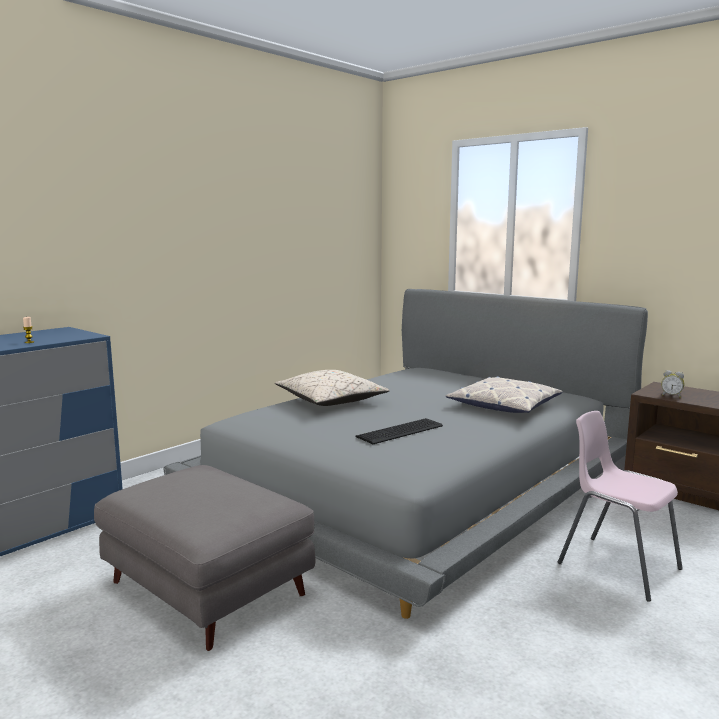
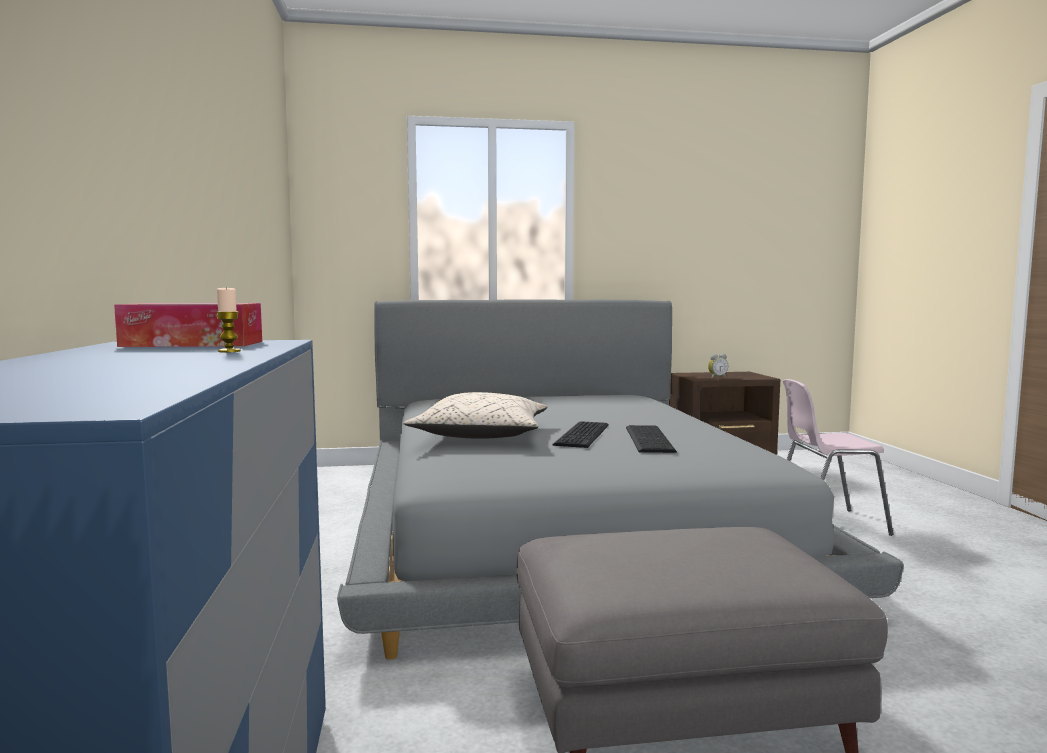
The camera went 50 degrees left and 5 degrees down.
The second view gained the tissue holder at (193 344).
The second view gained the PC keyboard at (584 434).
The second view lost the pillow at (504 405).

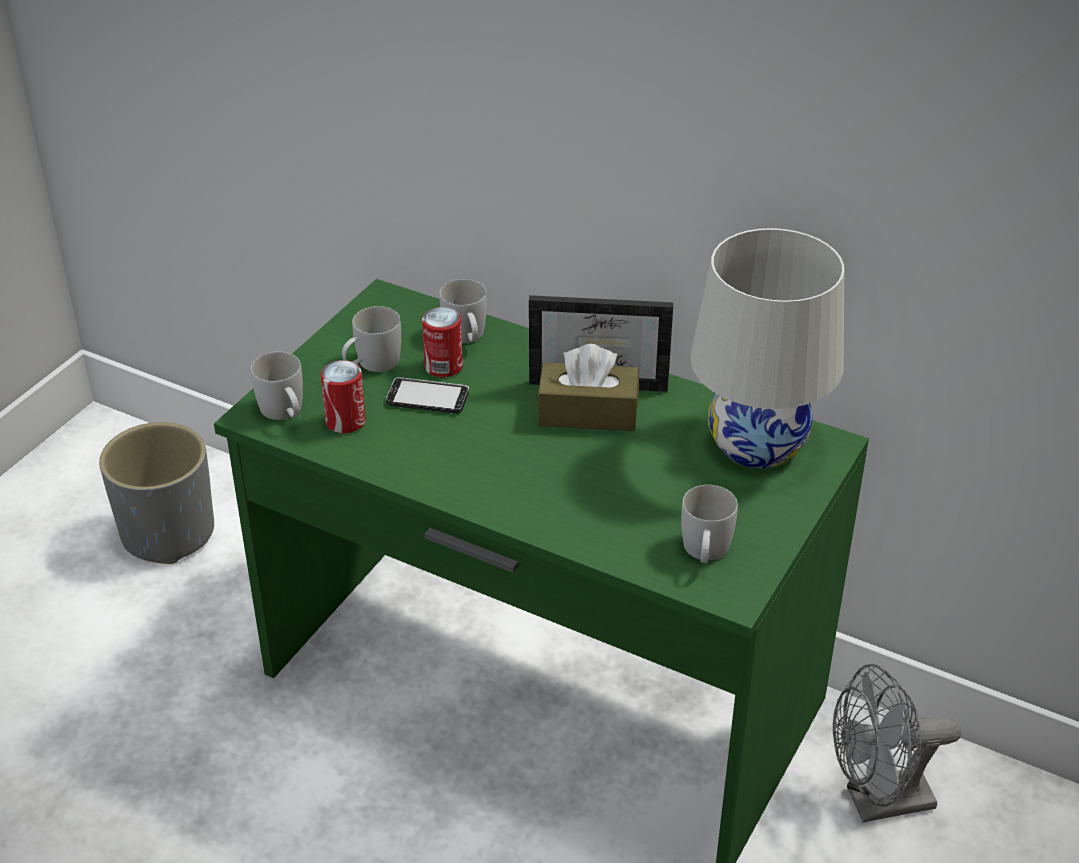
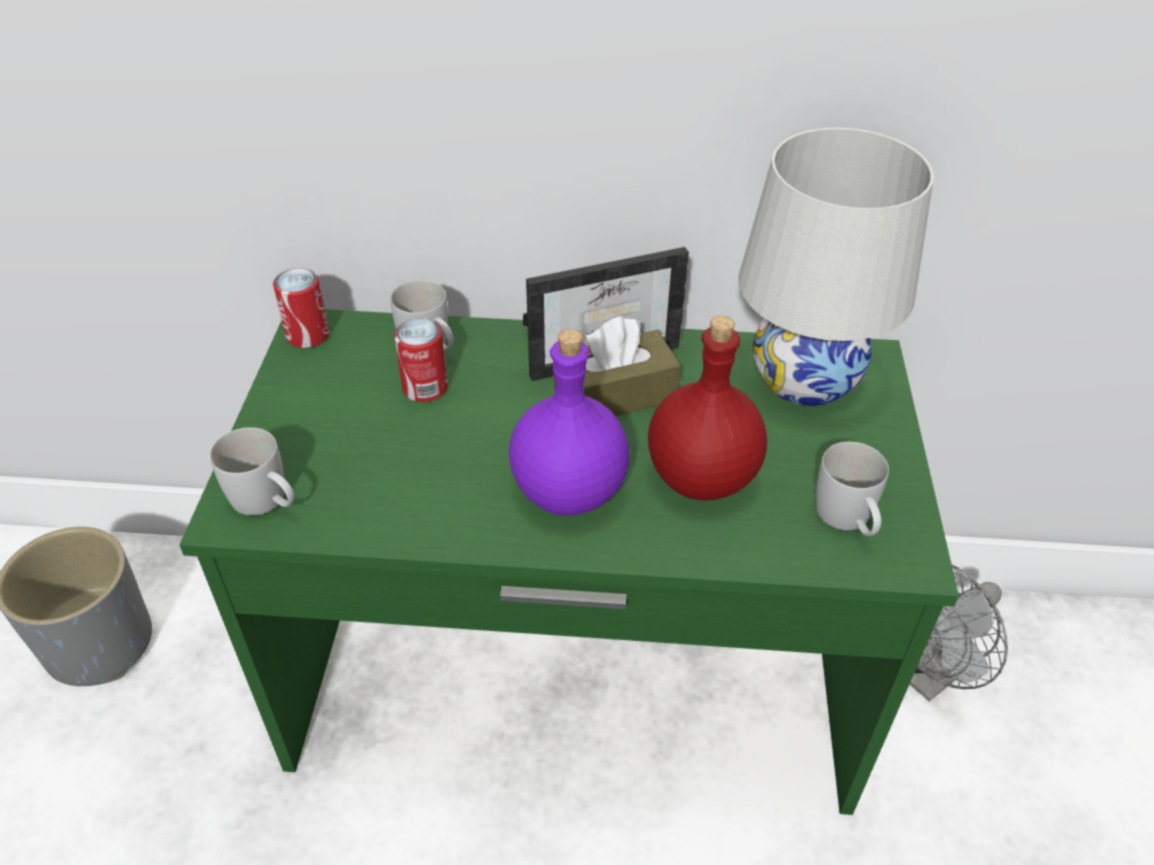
The camera went 25 degrees left and 5 degrees up.
The sealed can ended up elsewhere, having gone from (345 421) to (308 335).
The second view gained the purple-coloured bottle at (571 491).
The second view gained the red-coloured bottle at (701 476).
The second view lost the white mug at (371 364).
The second view lost the telephone at (427 398).

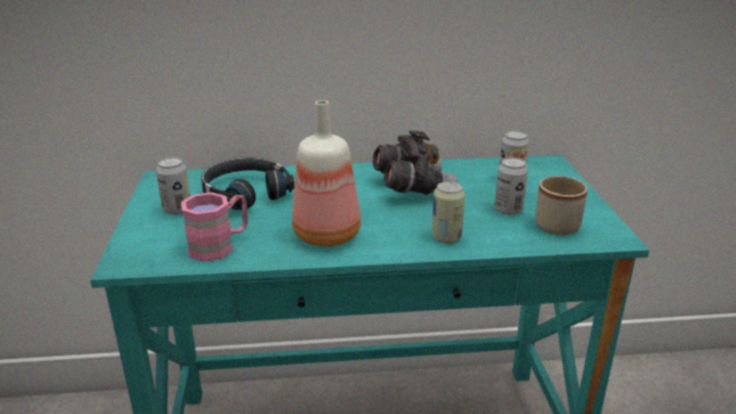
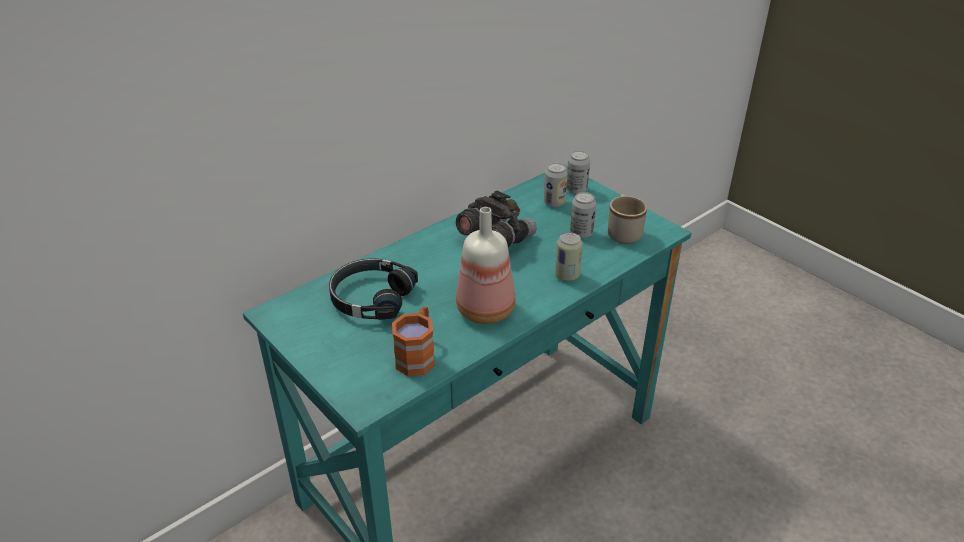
The camera went 35 degrees left and 10 degrees up.
What was the pink mug at (220 245) turned into the orange-coloured mug at (417 355).
The sealed can ended up elsewhere, having gone from (177 209) to (576 190).

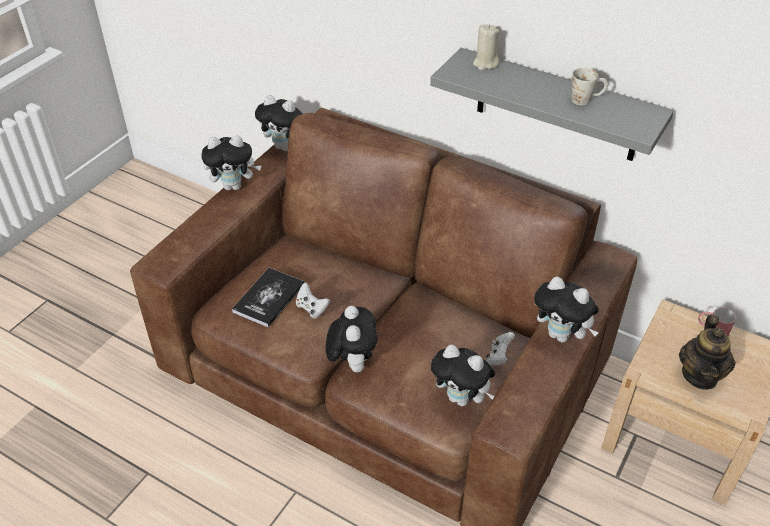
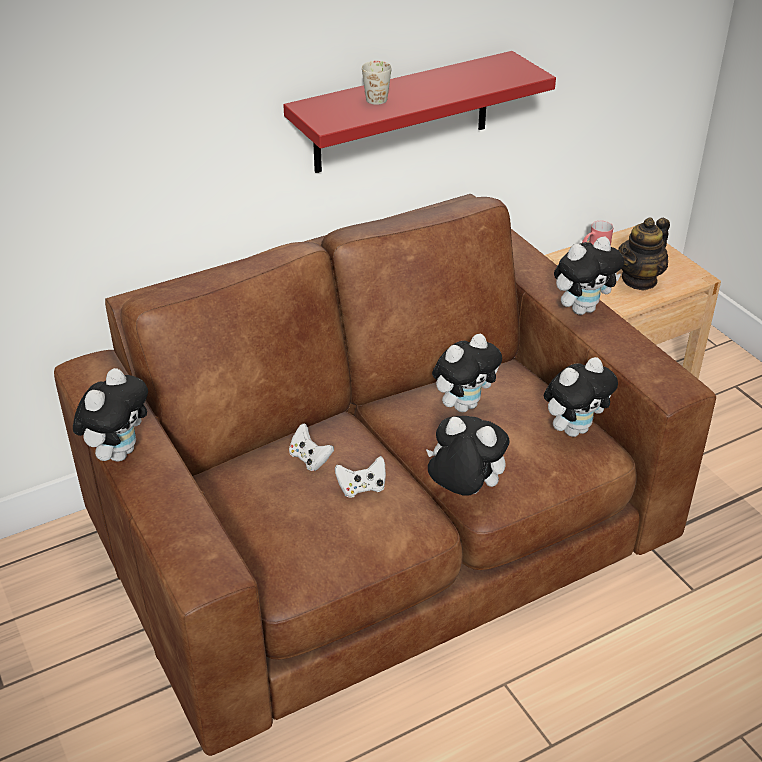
The camera went 60 degrees left and 5 degrees down.
What was the greyish wall shelf at (557 106) turned into the red-coloured wall shelf at (402 113).
The white joypad ended up elsewhere, having gone from (498 356) to (310 459).
The white mug ended up elsewhere, having gone from (586 100) to (379 97).
The soft toy ended up elsewhere, having gone from (286 147) to (464 405).
The pot for tea at (700 375) ended up facing another way, 90 degrees clockwise from before.
The second view lost the bound book at (269 298).
The second view lost the beige-coloured candle at (485 63).

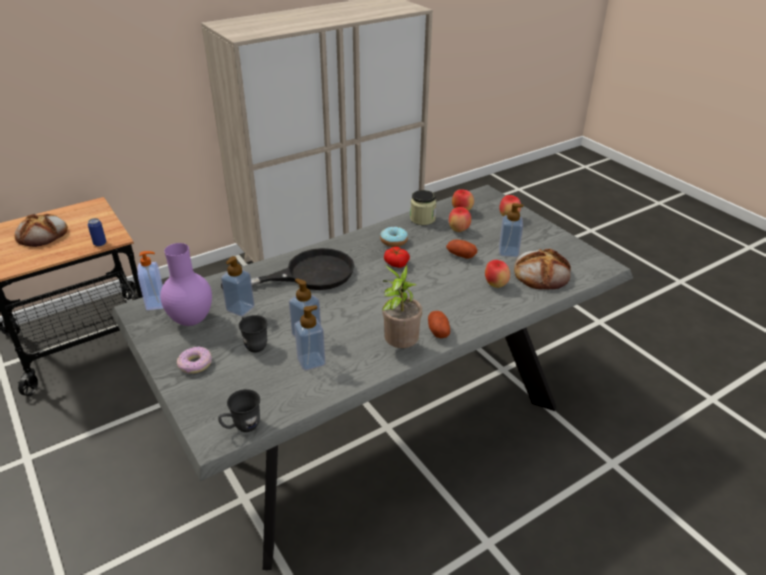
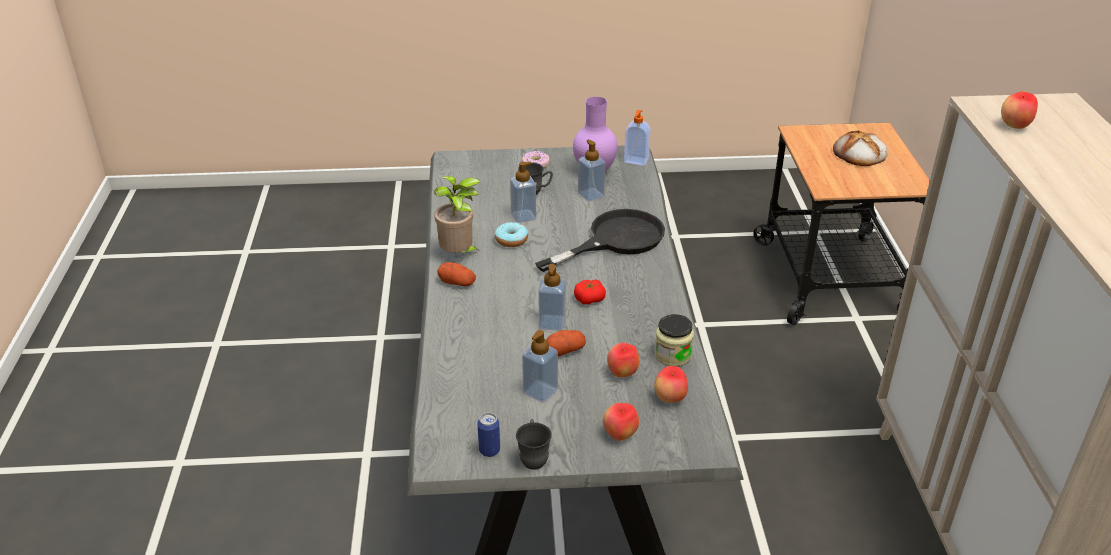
The camera went 120 degrees right and 0 degrees up.
The sealed can ended up elsewhere, having gone from (100 243) to (489 450).
The donut ended up elsewhere, having gone from (394 241) to (511 240).
The greyish mug ended up elsewhere, having gone from (242 427) to (533 456).
The black-coloured skillet at (307 275) ended up facing another way, 135 degrees counterclockwise from before.
The soap dispenser ended up elsewhere, having gone from (311 361) to (552 323).
The apple fruit ended up elsewhere, having gone from (496 285) to (1014 126).
The second view lost the baked bread at (542 273).

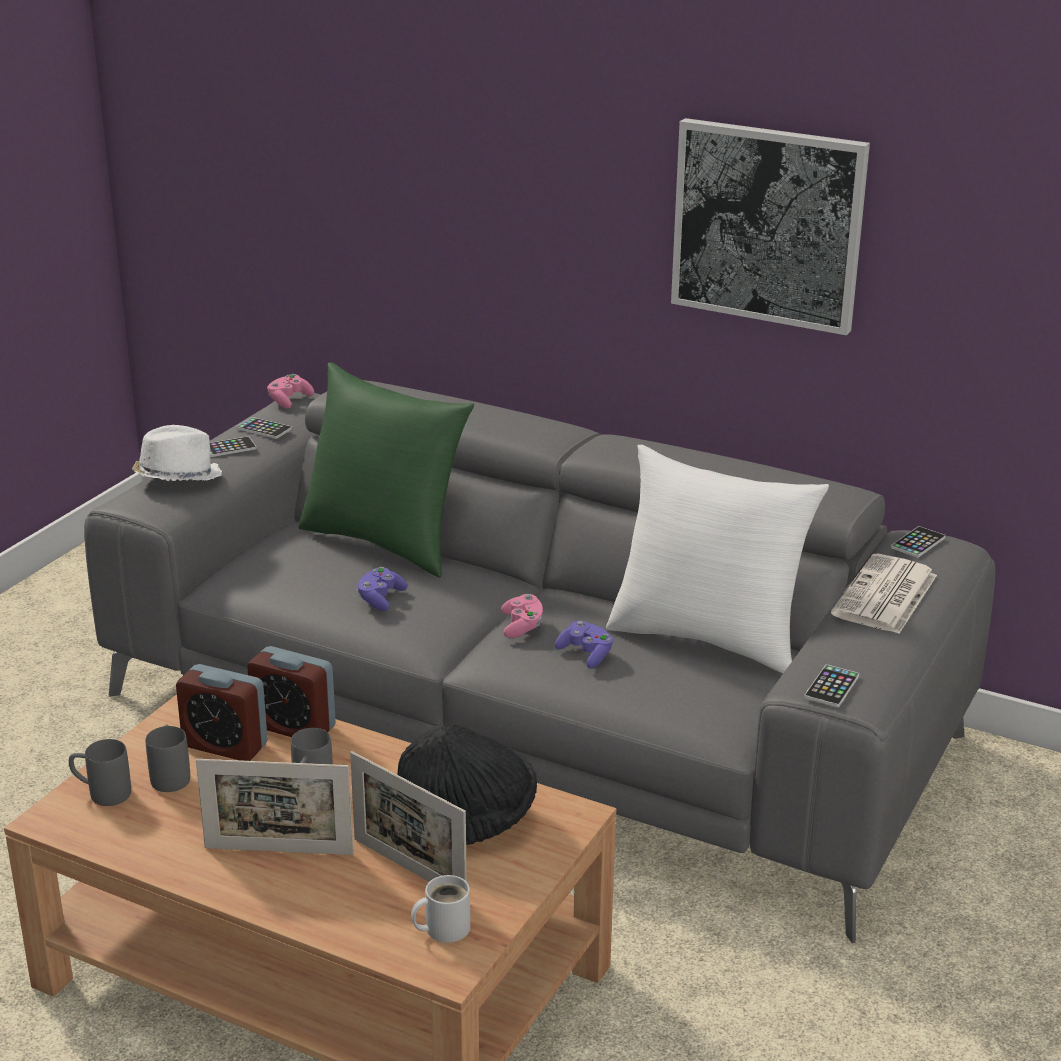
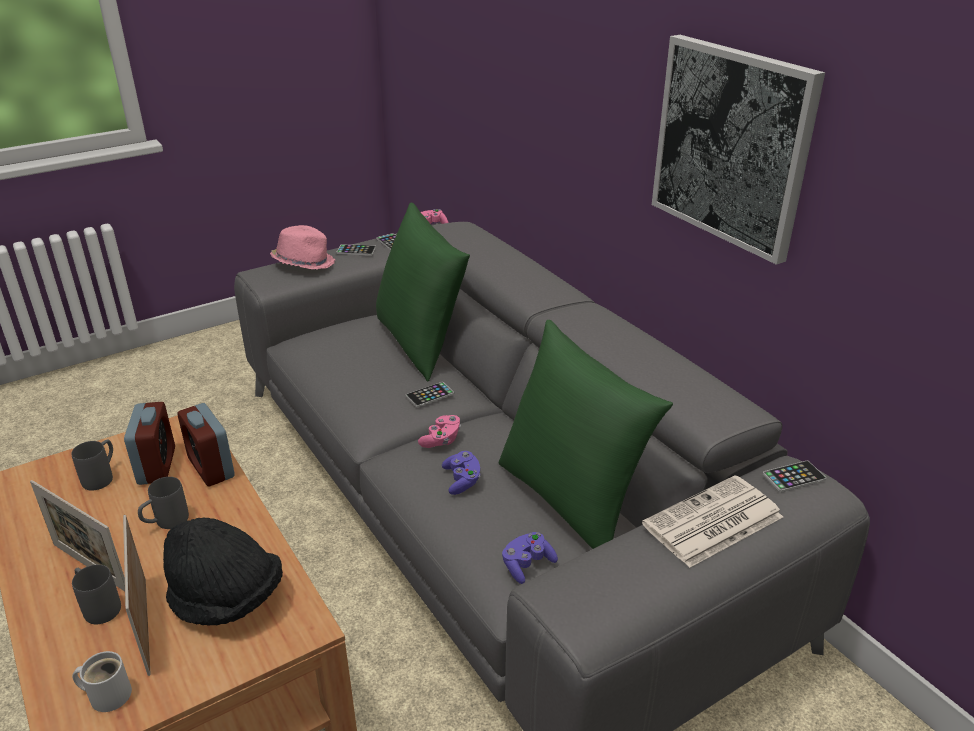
The camera went 30 degrees right and 5 degrees up.
The greyish mug ended up elsewhere, having gone from (101 793) to (98 606).
The bedside clock at (225 745) ended up facing another way, 150 degrees counterclockwise from before.
What was the white wearable hat at (177 477) turned into the pink wearable hat at (304 263).
The telephone ended up elsewhere, having gone from (831 687) to (430 395).
What was the white pillow at (708 638) turned into the green-coloured pillow at (571 500).
The purple-coloured joypad ended up elsewhere, having gone from (380 599) to (527 565).

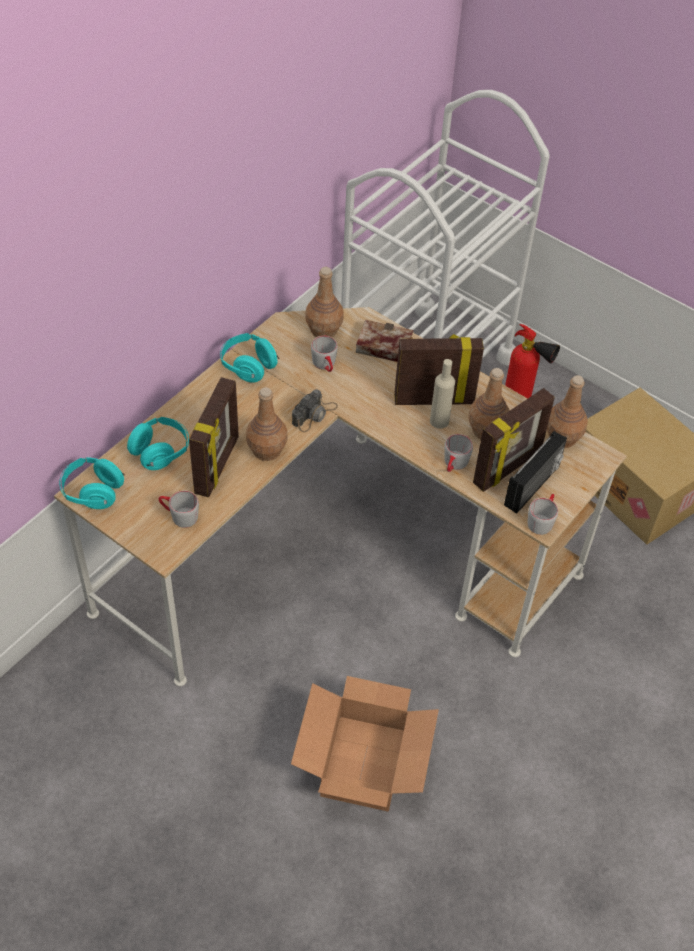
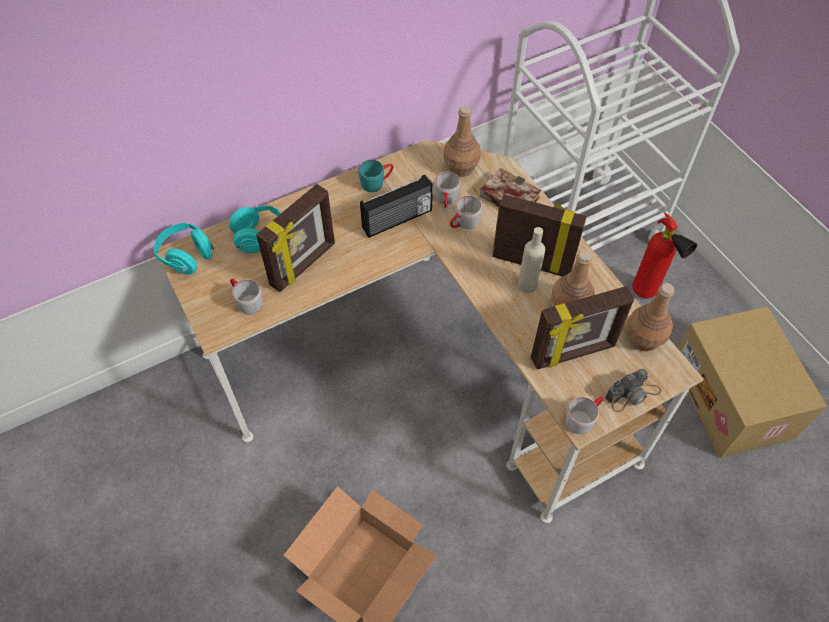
The camera went 25 degrees right and 5 degrees up.
Where the turquoise-coloured headphones stood at (248 366), the turquoise-coloured mug came to stand at (377 182).
The radio ended up elsewhere, having gone from (533 486) to (398 220).
The greyish mug ended up elsewhere, having gone from (454 465) to (463 224).
The photo camera ended up elsewhere, having gone from (314 414) to (632 394).
The second view lost the brownish bottle at (267 450).

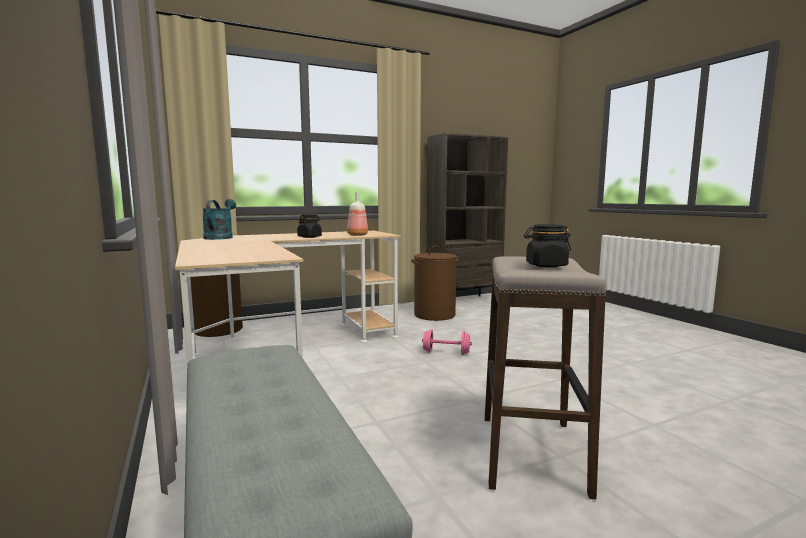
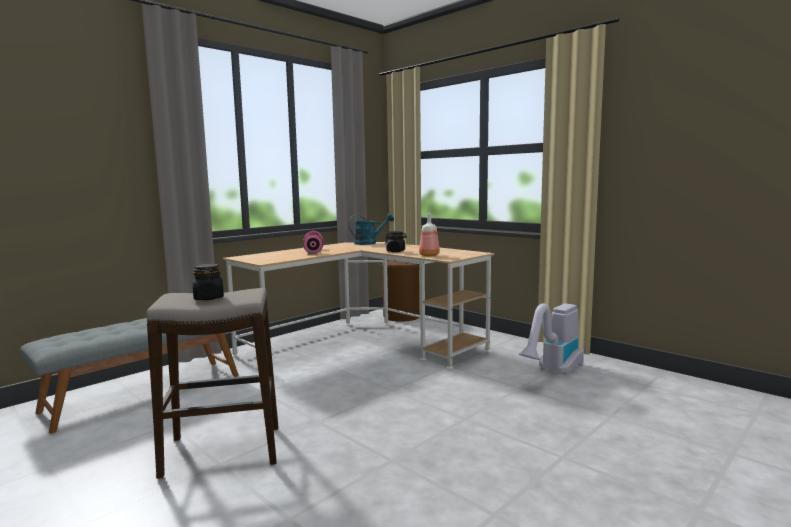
The camera went 70 degrees right and 0 degrees up.
The pink dumbbell ended up elsewhere, having gone from (446 353) to (313 251).
Where the brownish laundry basket stood at (435 315), the vacuum came to stand at (553 372).
The second view lost the brownish shelving unit at (464 301).

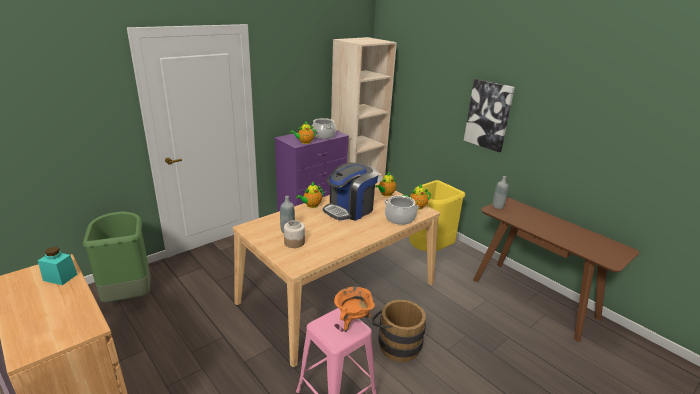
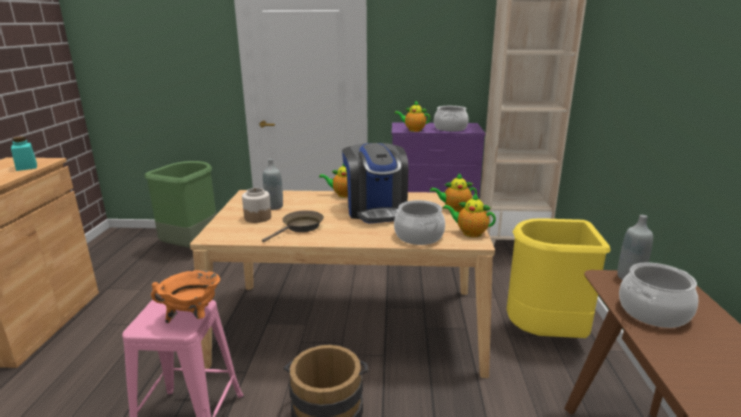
The camera went 45 degrees right and 5 degrees down.
The second view gained the brownish skillet at (300 227).
The coffee maker at (350 209) ended up facing another way, 105 degrees counterclockwise from before.
The second view gained the saucepot at (653 312).
The second view lost the picture at (488 115).

